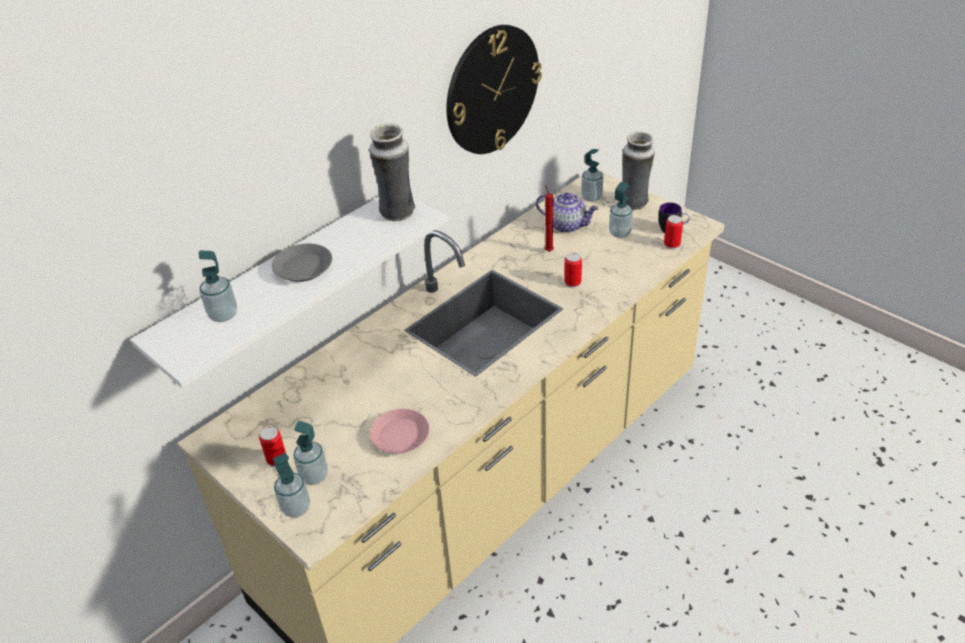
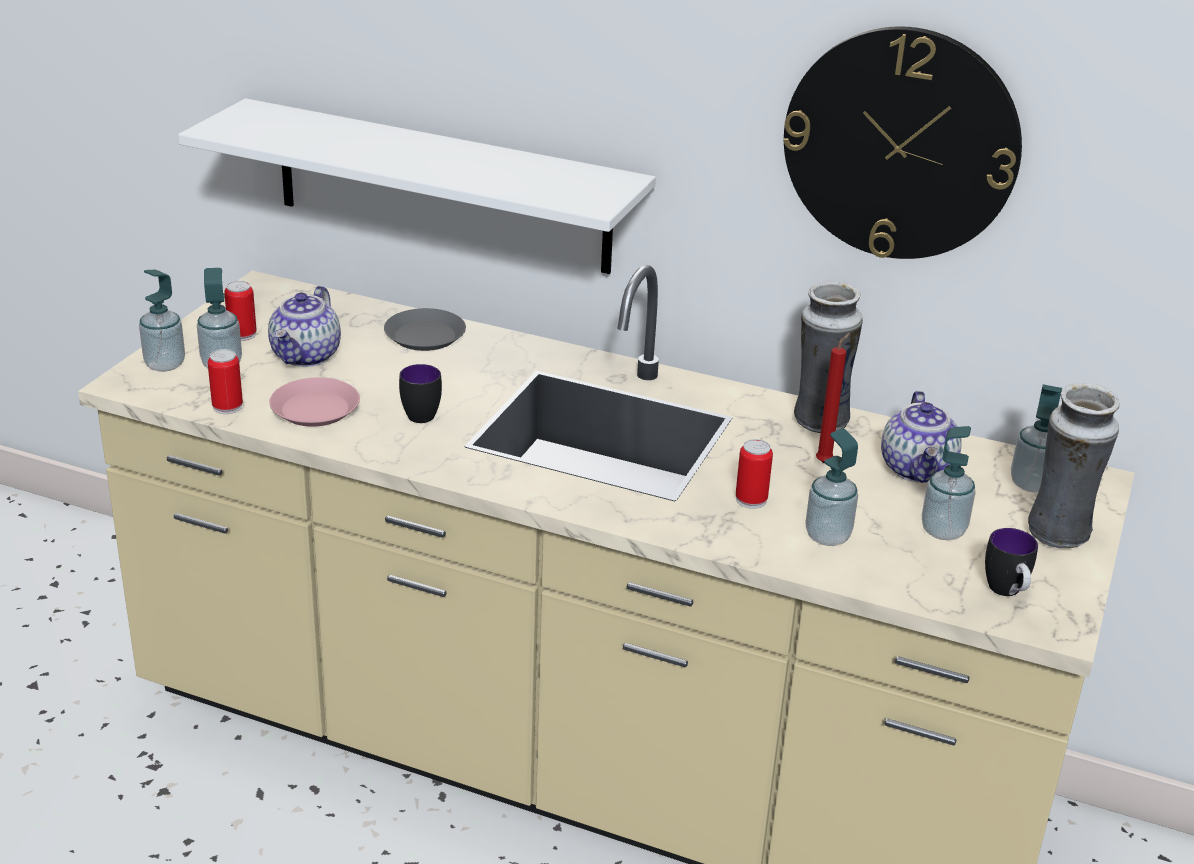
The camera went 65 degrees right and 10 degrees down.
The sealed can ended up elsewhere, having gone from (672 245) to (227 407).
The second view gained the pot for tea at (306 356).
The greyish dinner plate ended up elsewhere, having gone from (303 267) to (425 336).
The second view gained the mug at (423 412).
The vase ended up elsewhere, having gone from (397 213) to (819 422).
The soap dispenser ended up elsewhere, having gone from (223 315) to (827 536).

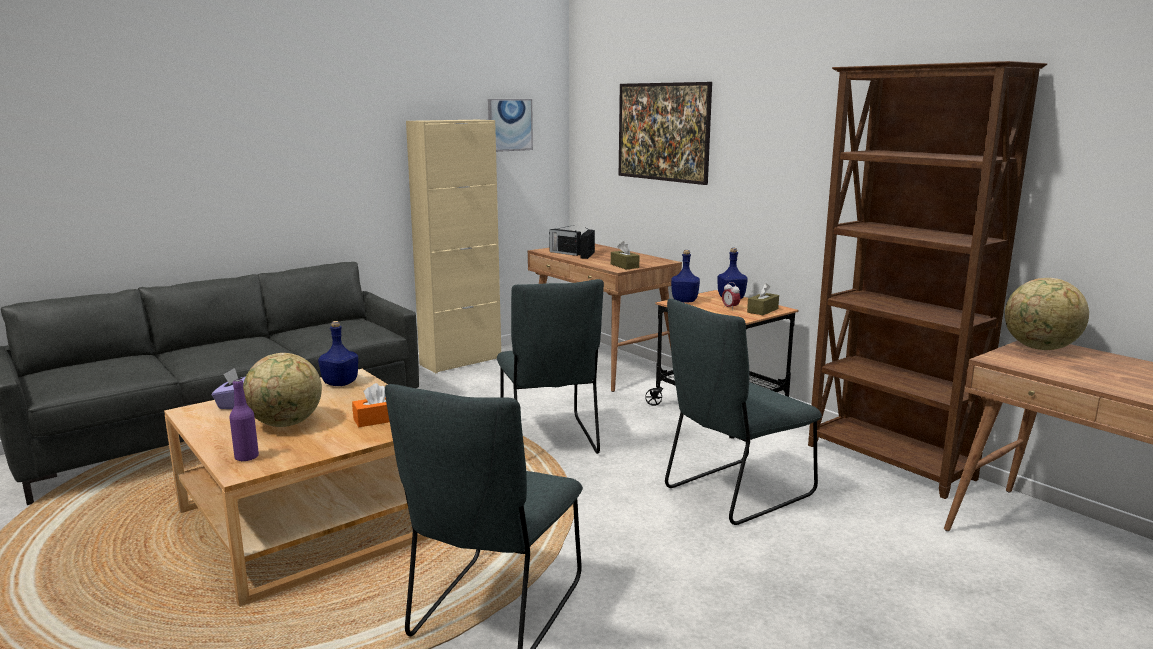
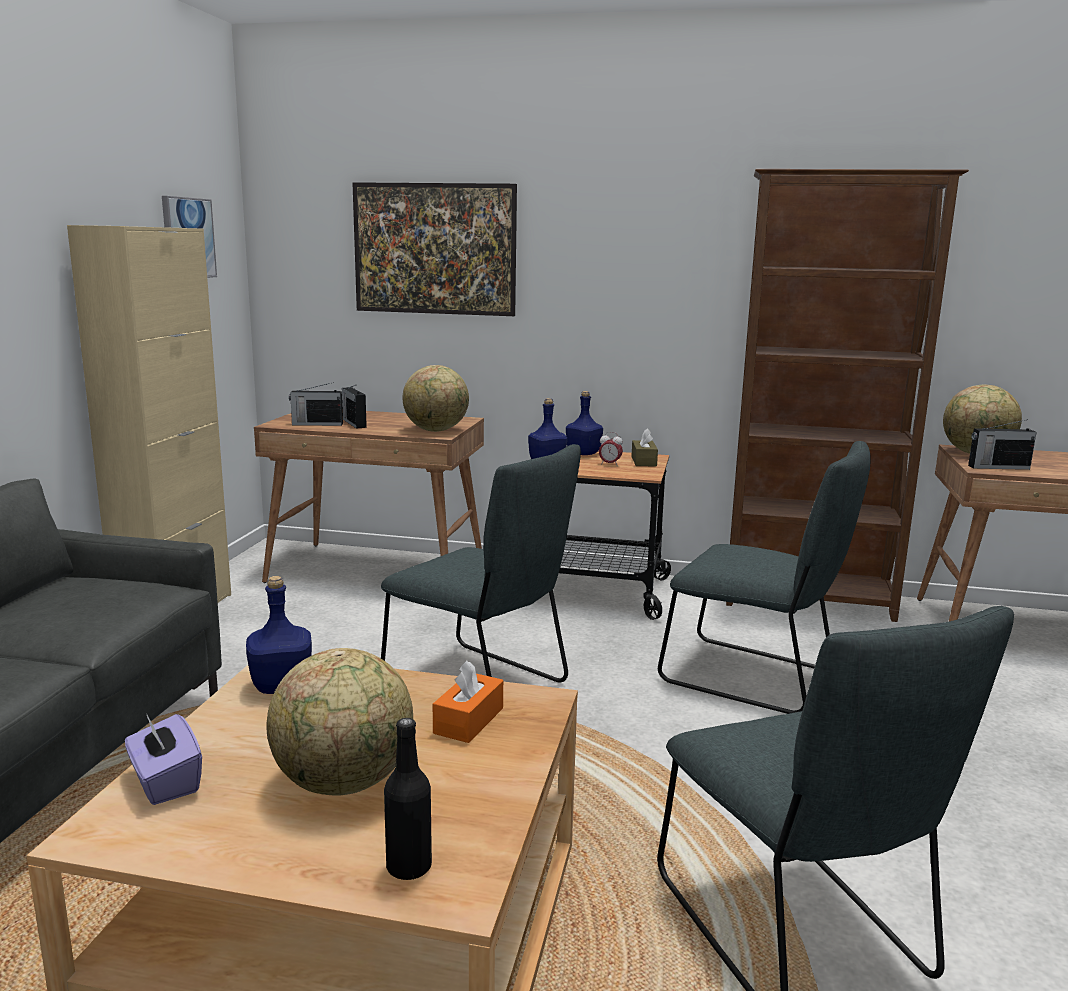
The camera went 40 degrees left and 0 degrees up.
What was the purple-coloured bottle at (246 457) turned into the black-coloured bottle at (409 867).
Where the brownish tissue holder stood at (624 266), the world globe came to stand at (436 430).
The greyish plain chair at (734 493) ended up facing another way, 75 degrees counterclockwise from before.
The second view gained the radio at (997 467).

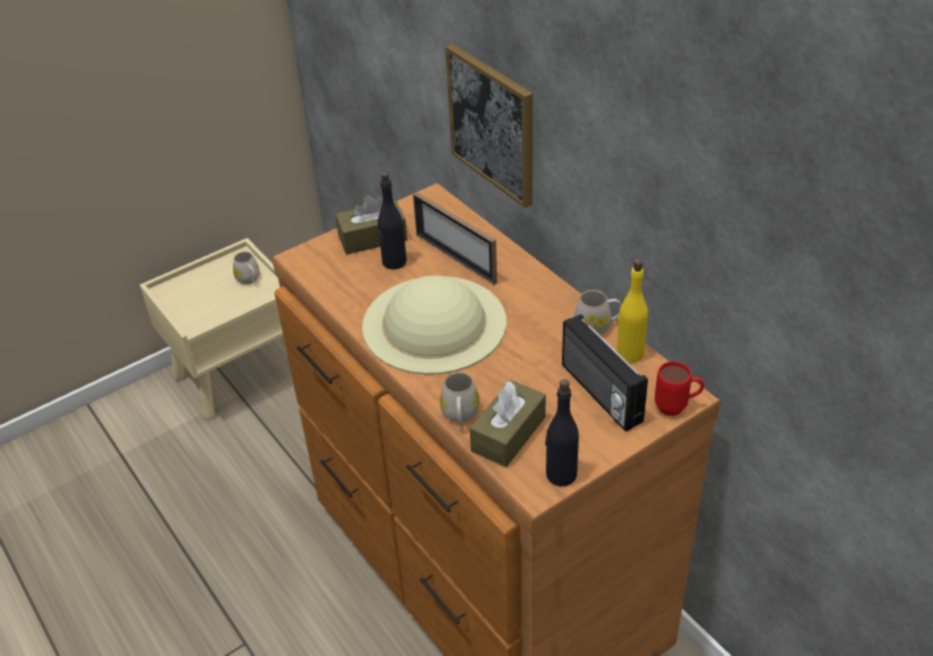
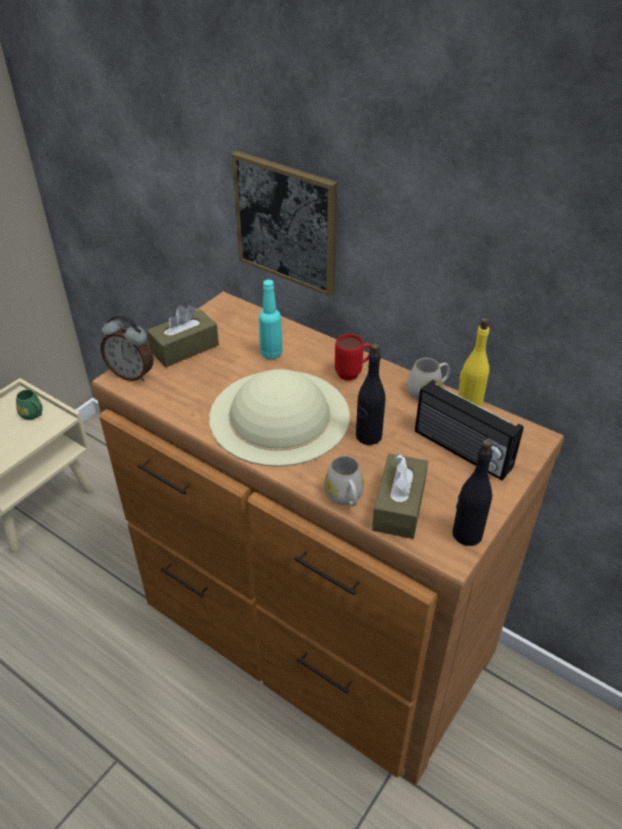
The camera went 20 degrees left and 0 degrees up.
What was the white mug at (249 279) turned into the green-coloured mug at (33 415).
The second view gained the bedside clock at (132 374).
Where the picture frame stood at (455 258), the turquoise-coloured bottle came to stand at (271 353).
The red-coloured mug ended up elsewhere, having gone from (677 407) to (353 373).
The black-coloured bottle ended up elsewhere, having gone from (394 262) to (368 436).

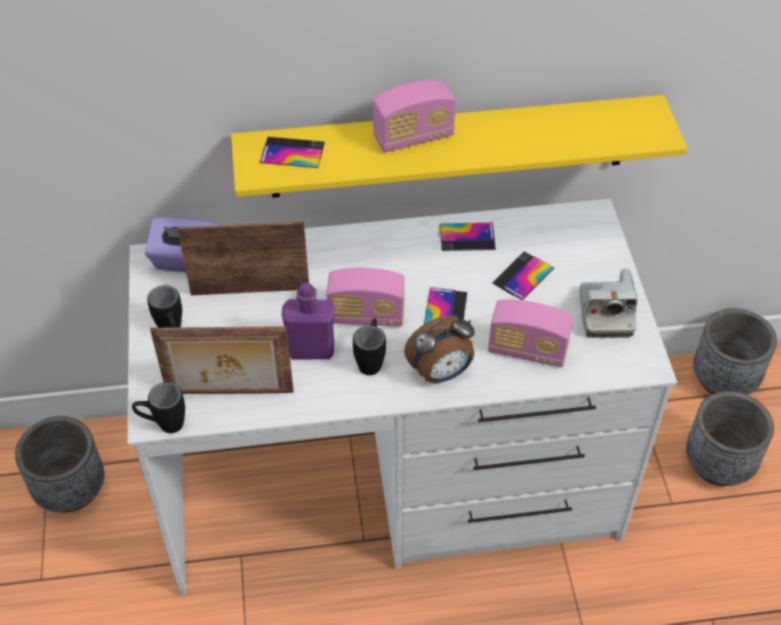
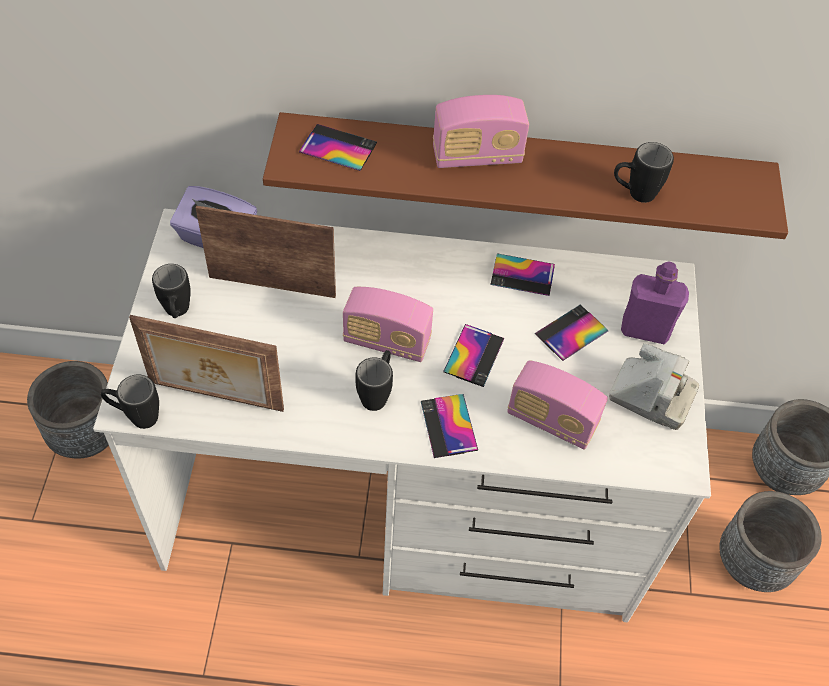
The camera went 10 degrees right and 5 degrees up.
What was the yellow wall shelf at (449 147) turned into the brownish wall shelf at (521 173).
Where the bedside clock stood at (441 373), the telephone came to stand at (448 426).
The photo camera at (605 313) ended up facing another way, 75 degrees counterclockwise from before.
The second view gained the black-coloured mug at (633 194).
The purple-coloured bottle ended up elsewhere, having gone from (311 349) to (645 330).

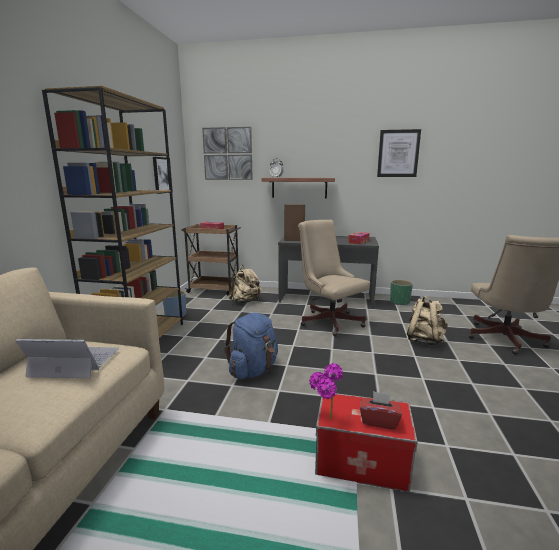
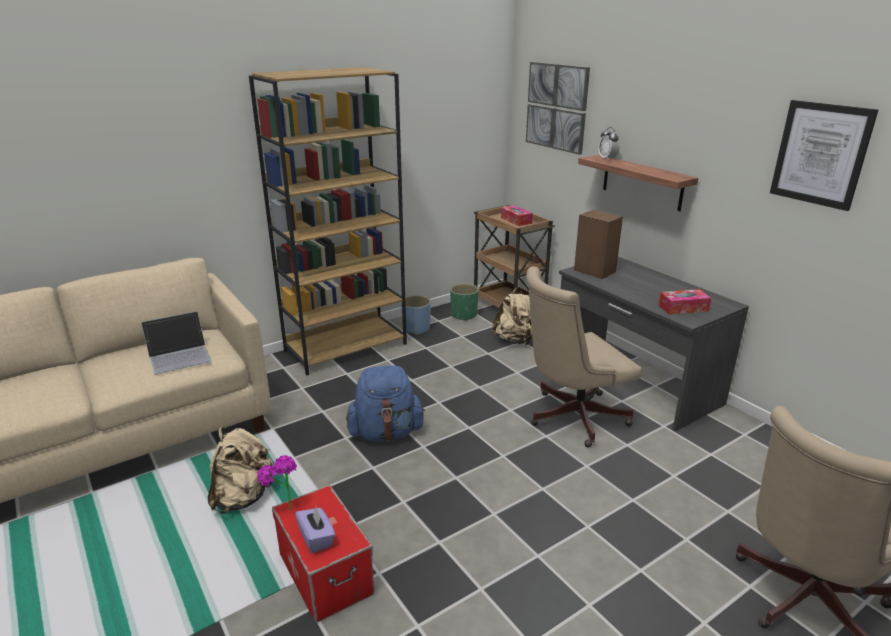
The camera went 45 degrees right and 10 degrees up.
The laptop at (74 362) ended up facing another way, 105 degrees clockwise from before.
The beige-coloured backpack ended up elsewhere, having gone from (424 341) to (243 497).
What was the red-coloured tissue holder at (379 421) turned into the purple-coloured tissue holder at (316 538).
The green-coloured plant pot ended up elsewhere, having gone from (400 302) to (464 315).
The beige-coloured computer chair at (329 320) ended up facing another way, 120 degrees counterclockwise from before.
The second view lost the picture at (162 175).

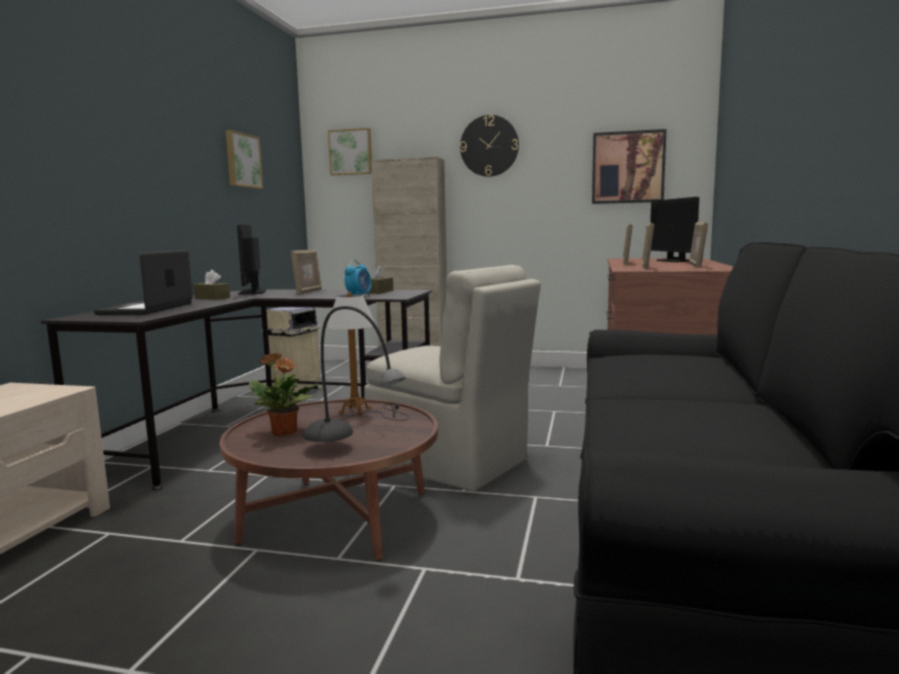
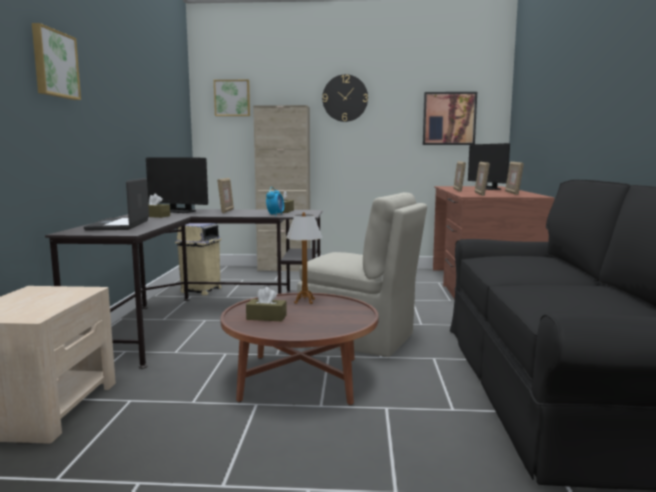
The camera went 10 degrees left and 0 degrees up.
The picture ended up elsewhere, having gone from (242 160) to (54 64).
The monitor at (252 292) ended up facing another way, 45 degrees counterclockwise from before.
Where the plant in a pot stood at (284 432), the brownish tissue holder came to stand at (266 317).
The second view lost the greyish table lamp at (358 443).

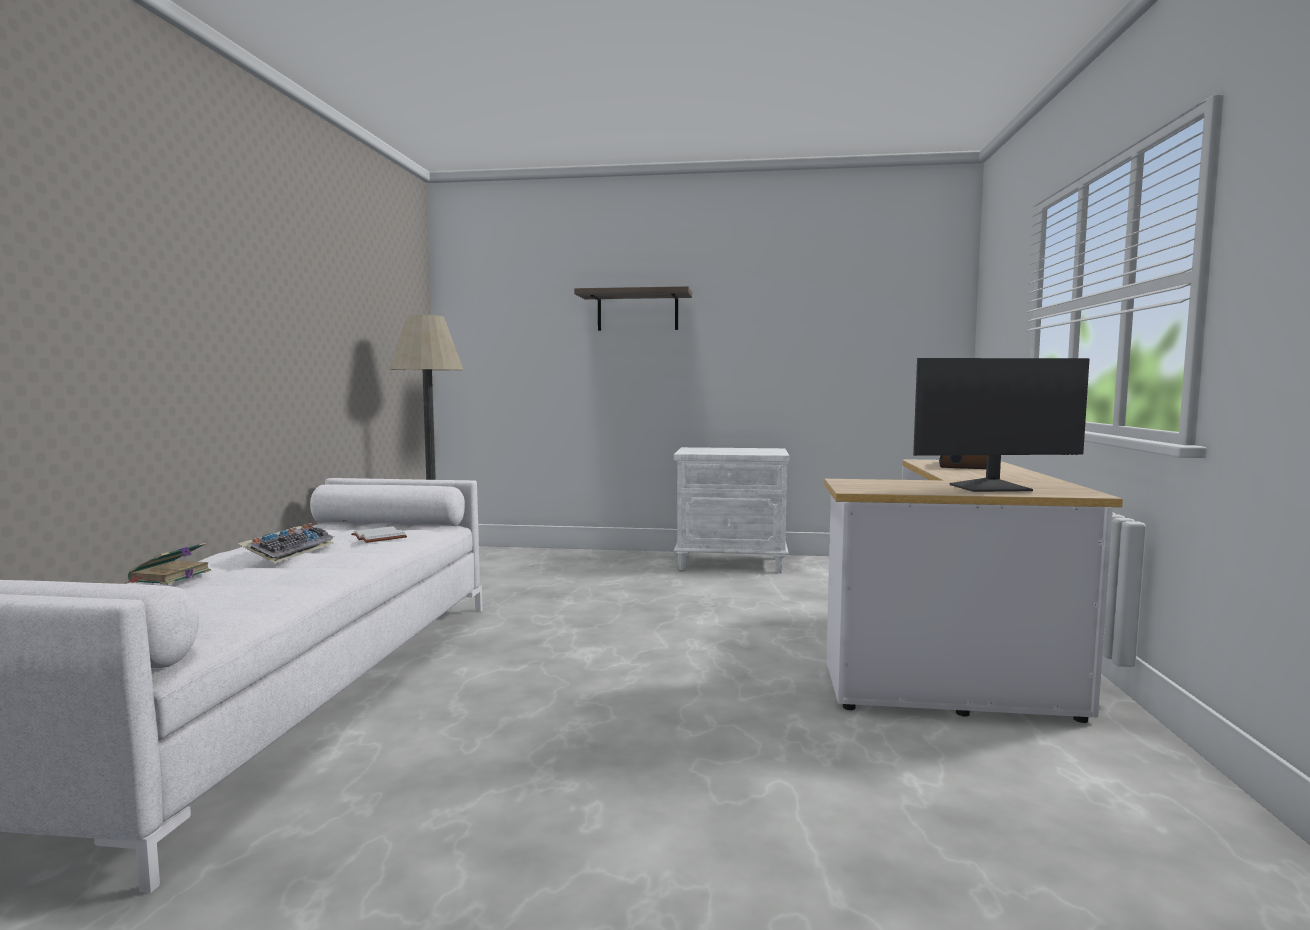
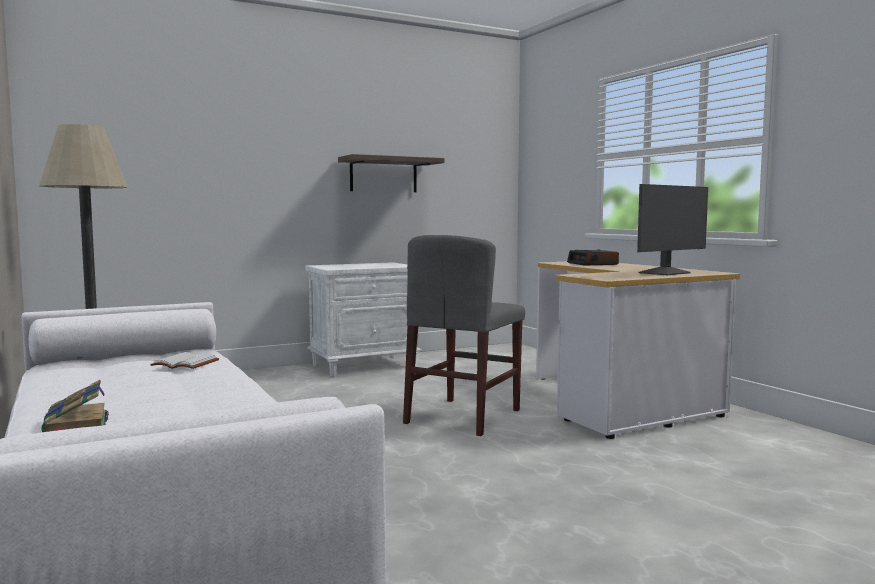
The camera went 35 degrees left and 0 degrees up.
The wall shelf ended up elsewhere, having gone from (637 311) to (383 175).
The second view gained the greyish plain chair at (463 416).
The second view lost the PC keyboard at (289 551).

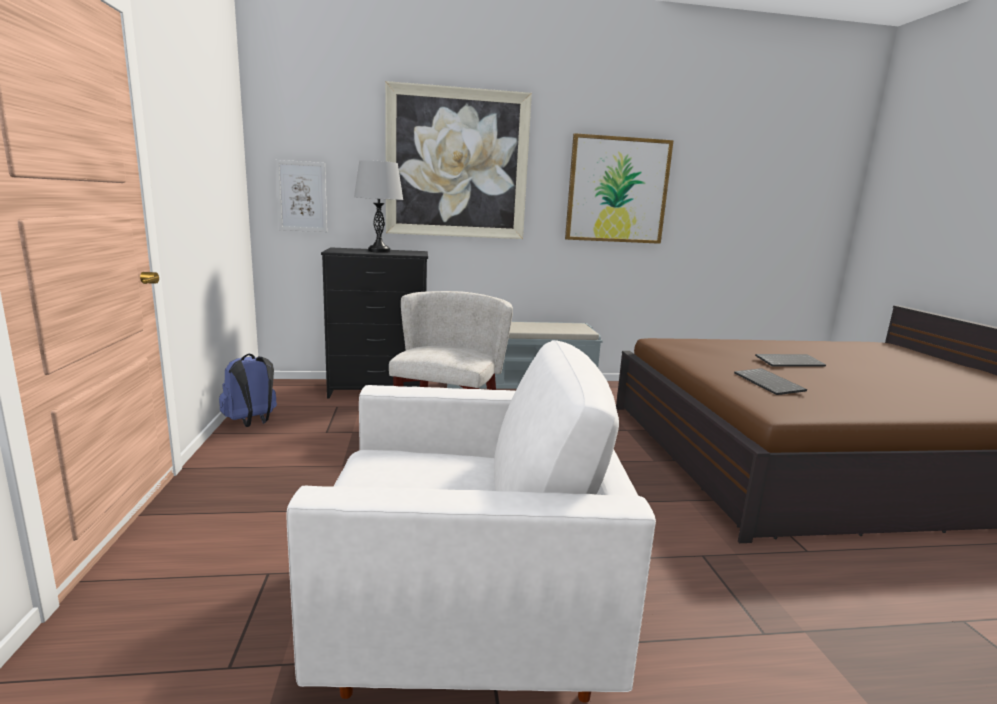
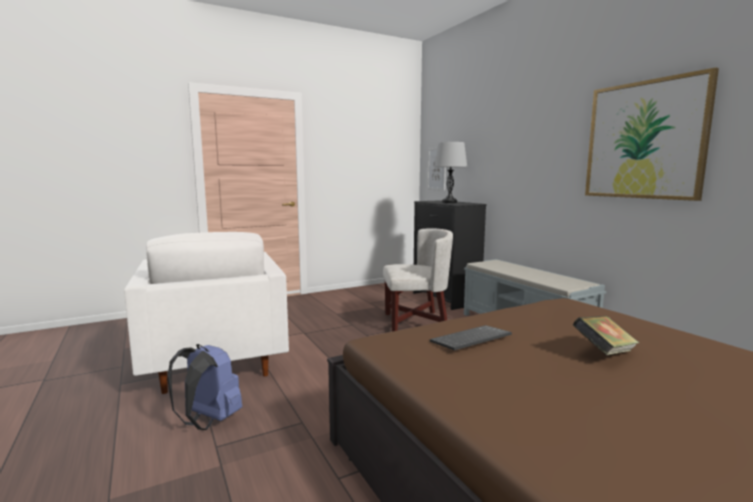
The camera went 70 degrees right and 5 degrees down.
The blue-coloured backpack ended up elsewhere, having gone from (252 421) to (208 421).
Where the PC keyboard stood at (789 362), the bound book came to stand at (604 353).
The second view lost the picture at (457 164).

